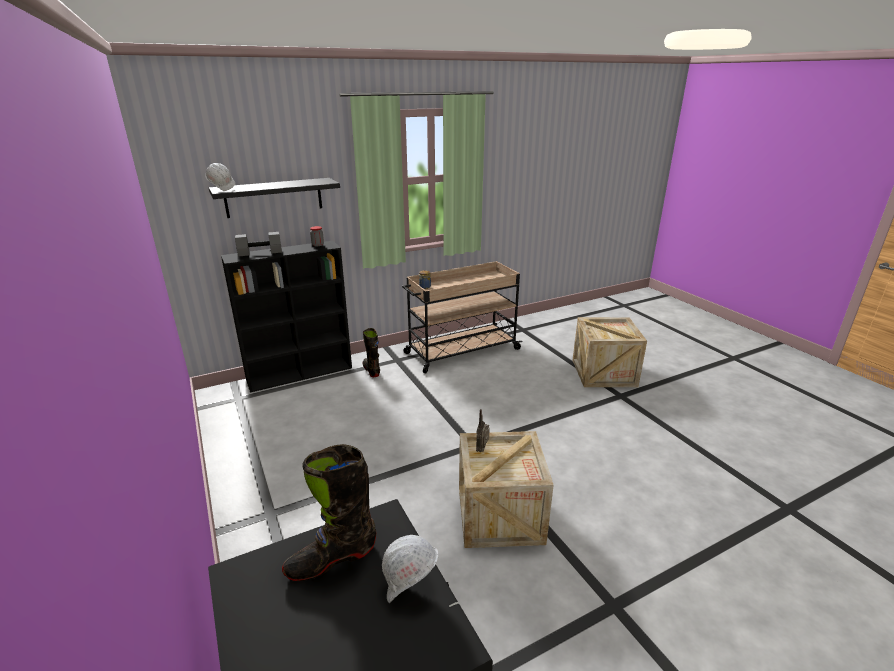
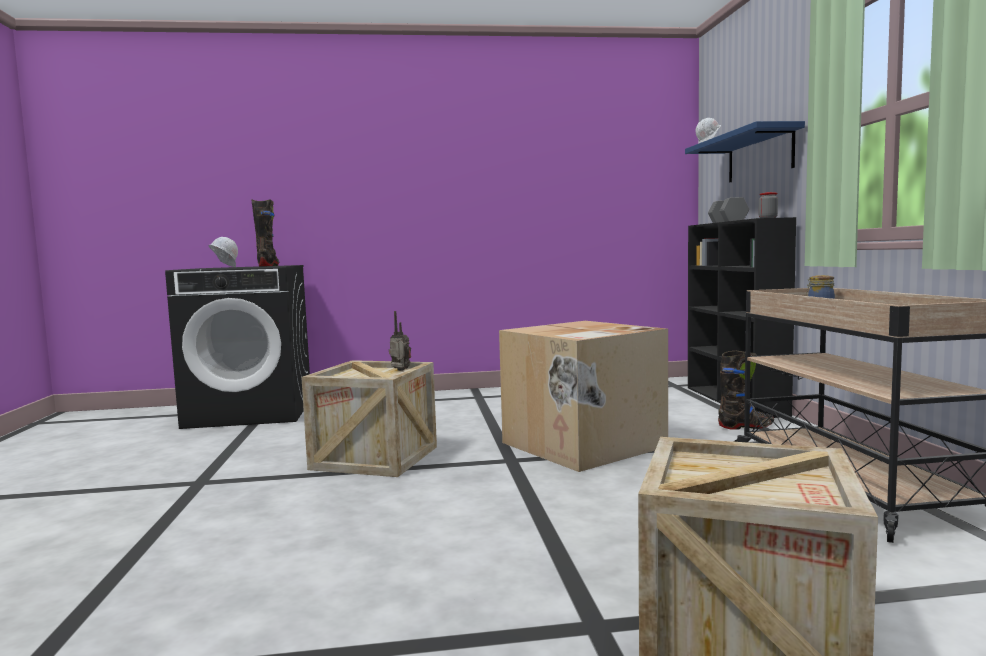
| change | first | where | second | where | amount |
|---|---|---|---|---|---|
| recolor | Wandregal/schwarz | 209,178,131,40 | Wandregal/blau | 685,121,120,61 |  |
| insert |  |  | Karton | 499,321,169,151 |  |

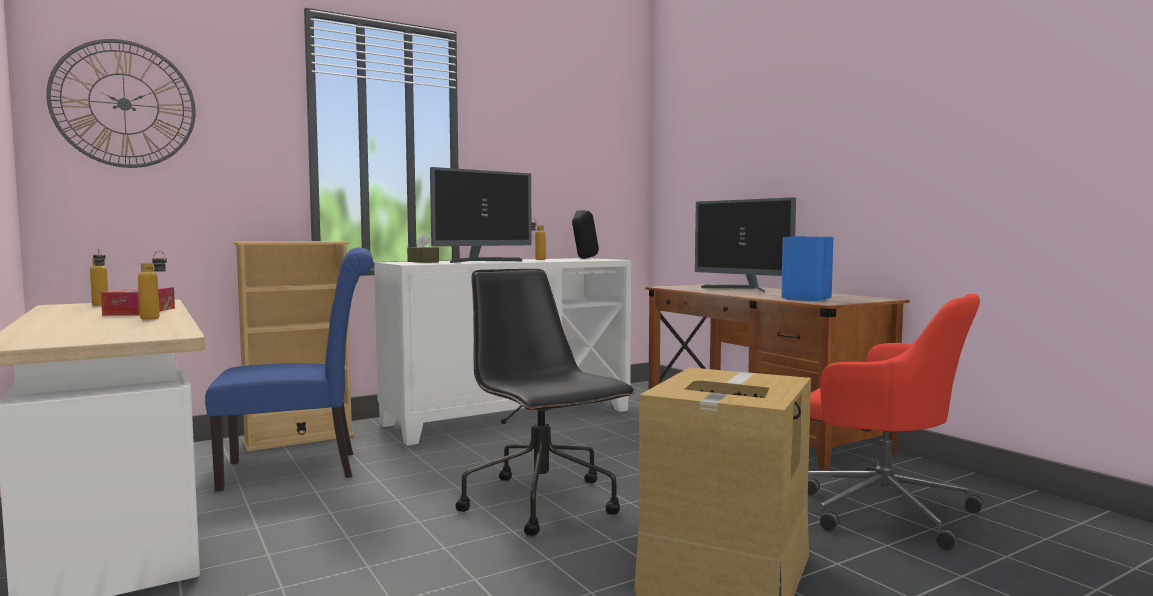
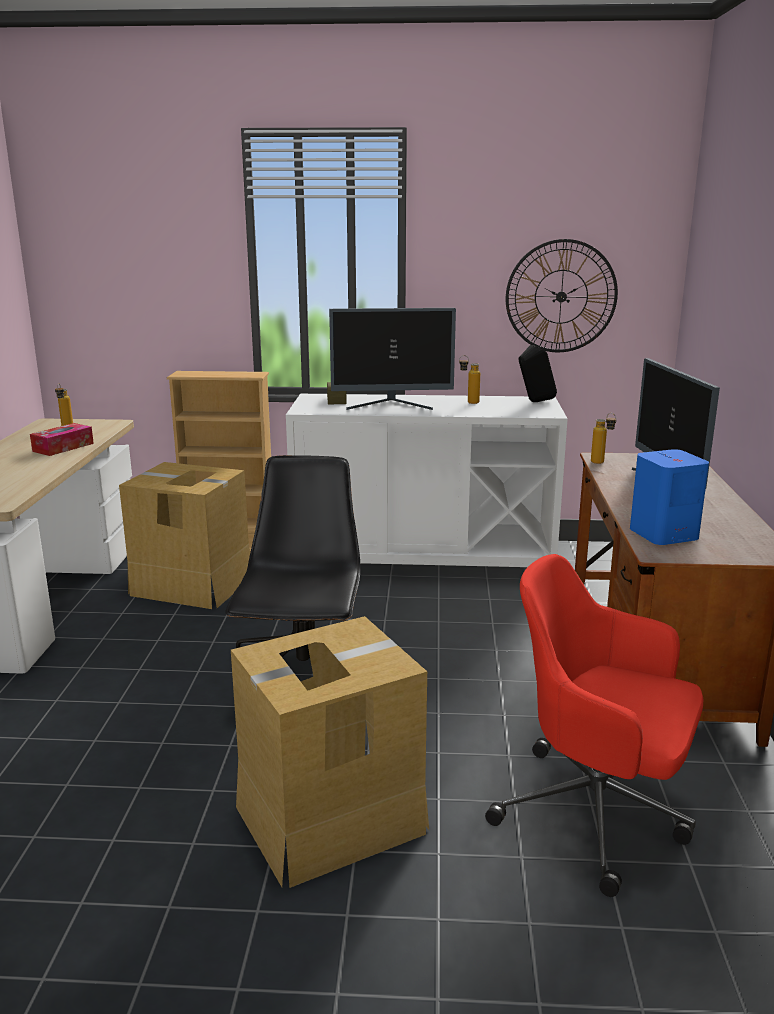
| change | first | where | second | where | amount |
|---|---|---|---|---|---|
| move | Wanduhr | 46,39,149,129 |  | 506,239,112,113 |  |
| replace | Stuhl/blau | 205,248,168,243 | Karton | 119,462,131,147 |  |
| move | Flasche | 138,251,29,69 |  | 591,413,25,51 |  |
| rotate | Bürostuhl/rot | 808,294,175,256 |  | 485,554,218,343 | 135 degrees clockwise |

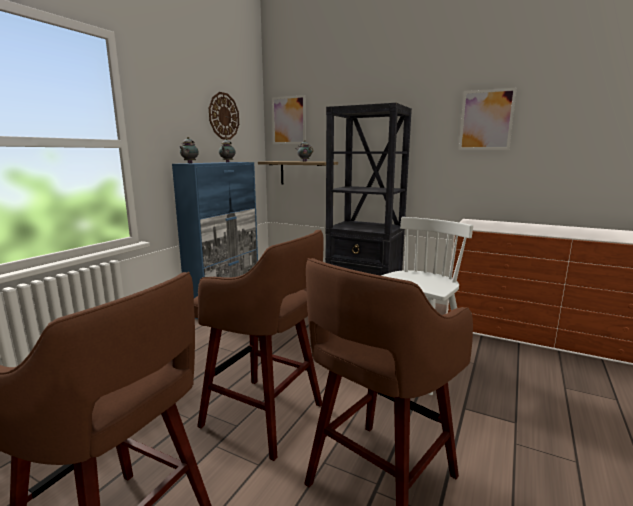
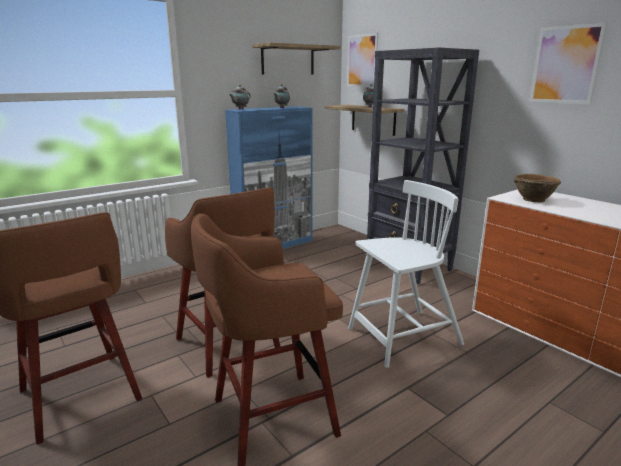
| change | first | where | second | where | amount |
|---|---|---|---|---|---|
| replace | Wanduhr | 209,92,30,48 | Wandregal | 252,42,89,32 |  |
| insert |  |  | Schüssel/braun | 514,174,47,28 |  |

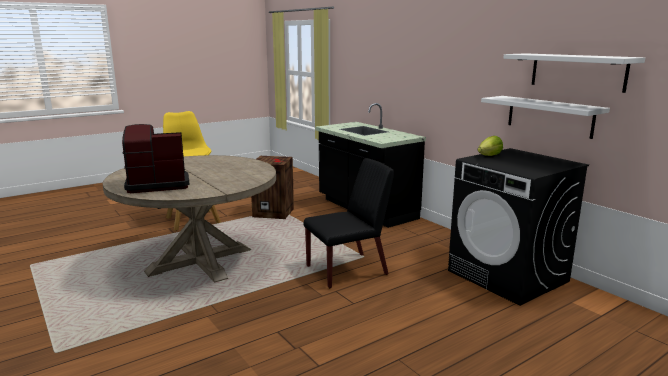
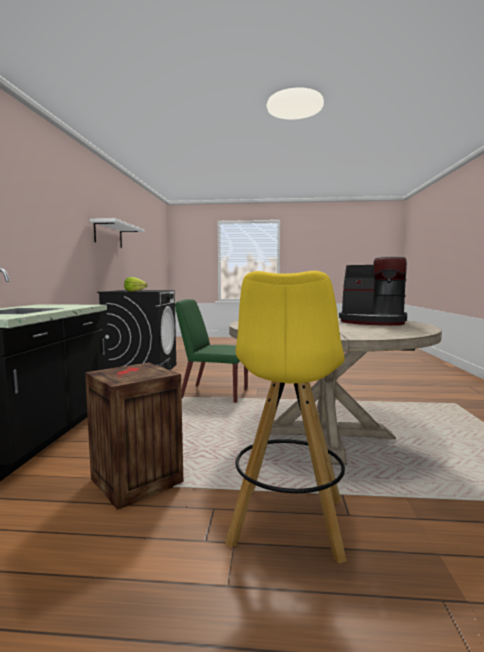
| change | first | where | second | where | amount |
|---|---|---|---|---|---|
| delete | Wandregal/weiß | 481,96,129,43 |  |  |  |
| recolor | Stuhl/schwarz | 304,158,90,130 | Stuhl/grün | 175,299,73,104 |  |

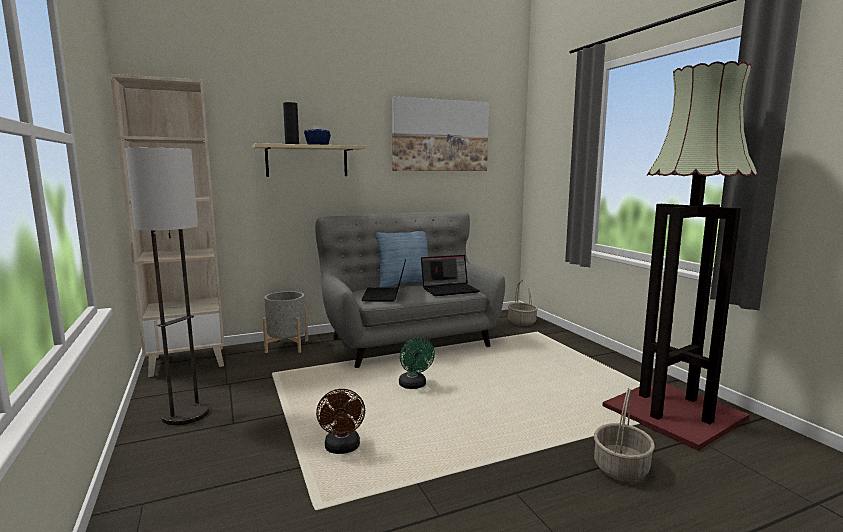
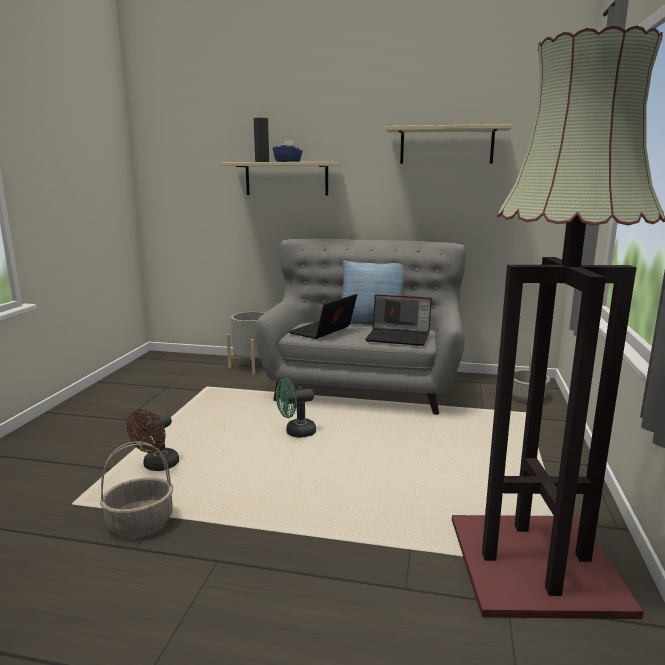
| change | first | where | second | where | amount |
|---|---|---|---|---|---|
| delete | Bücherregal/beige | 110,74,114,303 |  |  |  |
| replace | Bild | 392,96,97,75 | Wandregal/beige | 385,124,128,40 |  |
| delete | Stehlampe | 125,148,84,277 |  |  |  |
| rotate | Ventilator/grün | 399,337,36,52 |  | 276,378,40,60 | 60 degrees clockwise |
| move | Korb | 594,388,61,94 |  | 100,441,73,95 |  |

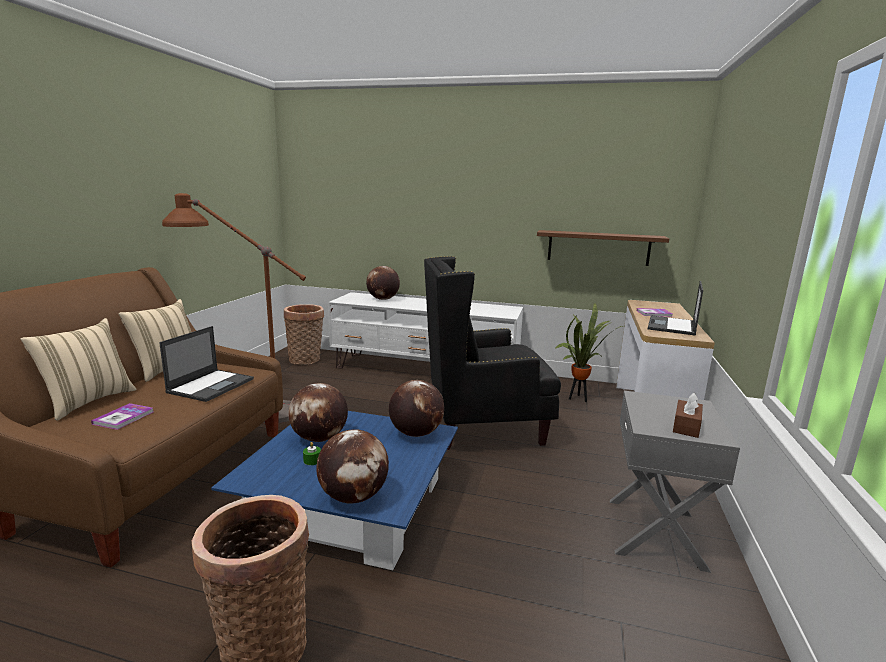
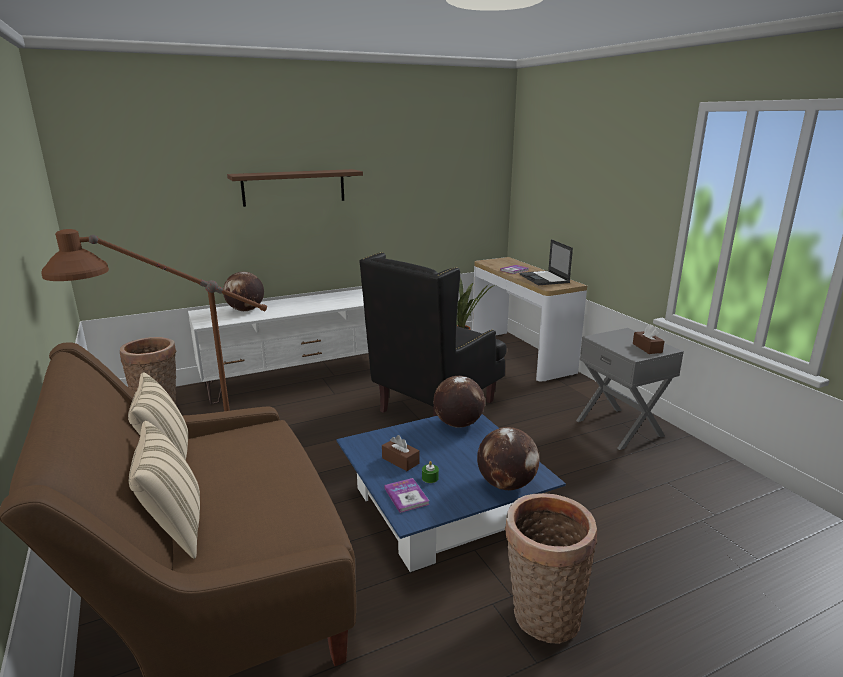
| change | first | where | second | where | amount |
|---|---|---|---|---|---|
| move | Wandregal/braun | 537,230,132,36 |  | 227,169,136,38 |  |
| delete | Laptop | 159,326,95,76 |  |  |  |
| replace | Globus | 288,383,60,59 | Taschentuchbox/braun | 382,435,38,36 |  |
| move | Buch | 91,403,62,27 |  | 384,478,45,35 |  |

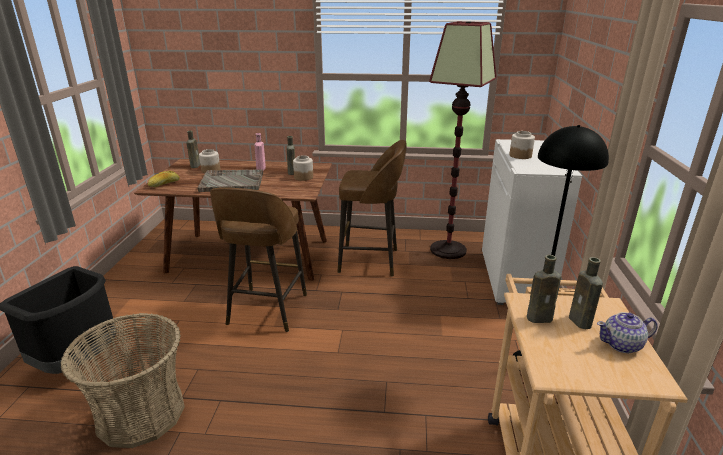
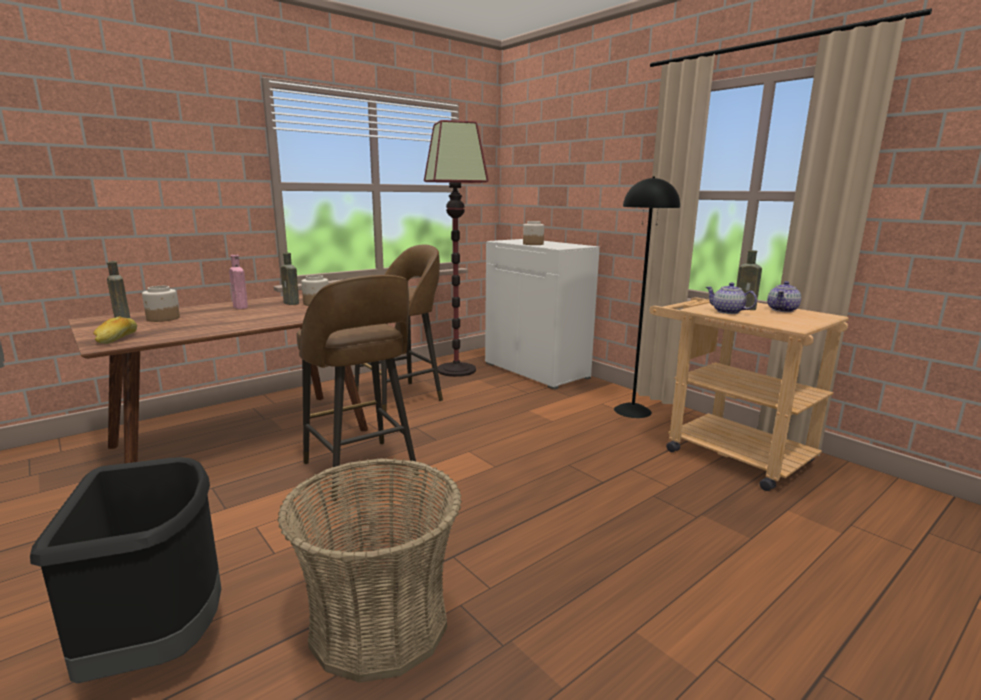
| change | first | where | second | where | amount |
|---|---|---|---|---|---|
| delete | Tablett/grau | 197,169,66,23 |  |  |  |
| replace | Flasche/braun | 527,255,34,68 | Teekanne | 706,282,51,32 |  |

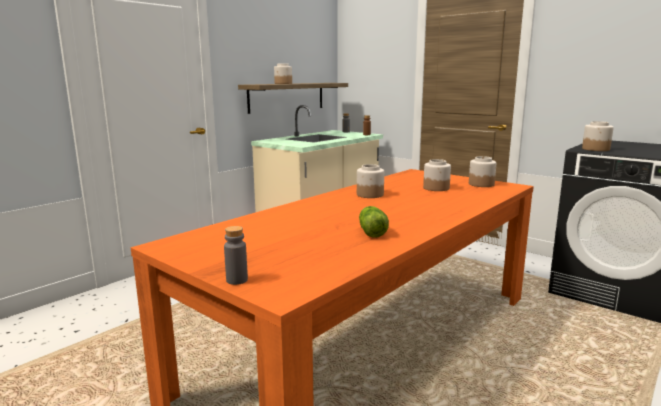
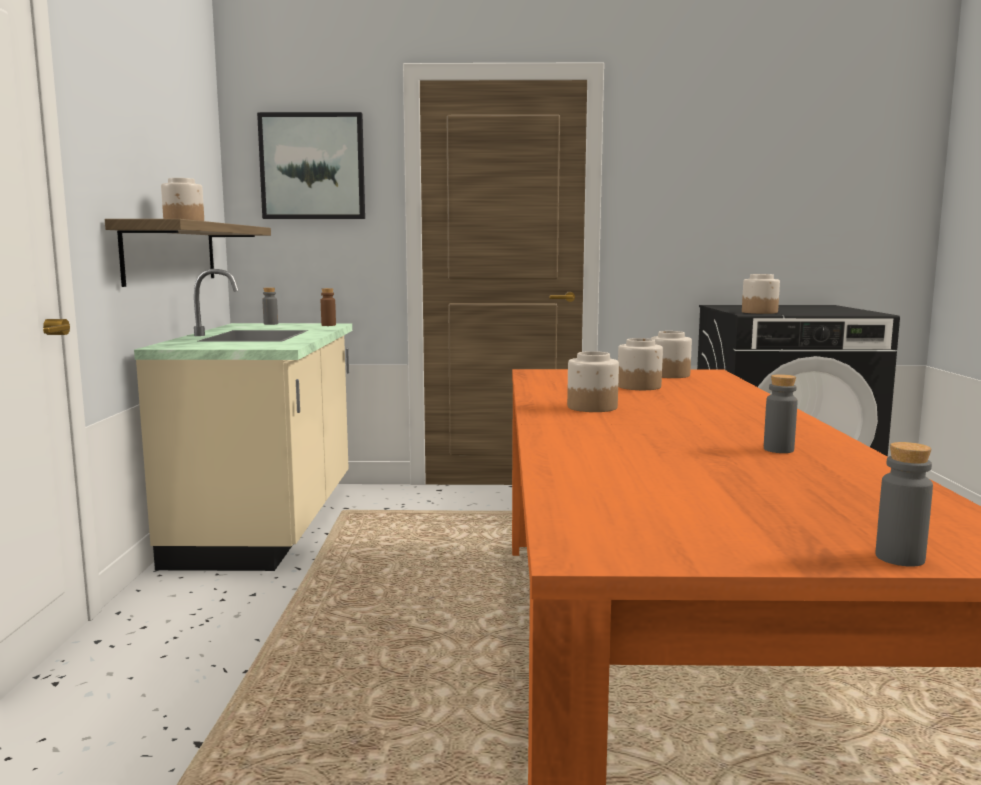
| change | first | where | second | where | amount |
|---|---|---|---|---|---|
| replace | Salatkopf | 359,206,30,32 | Flasche/grau | 764,374,34,79 |  |
| insert |  |  | Bild | 257,112,108,107 |  |

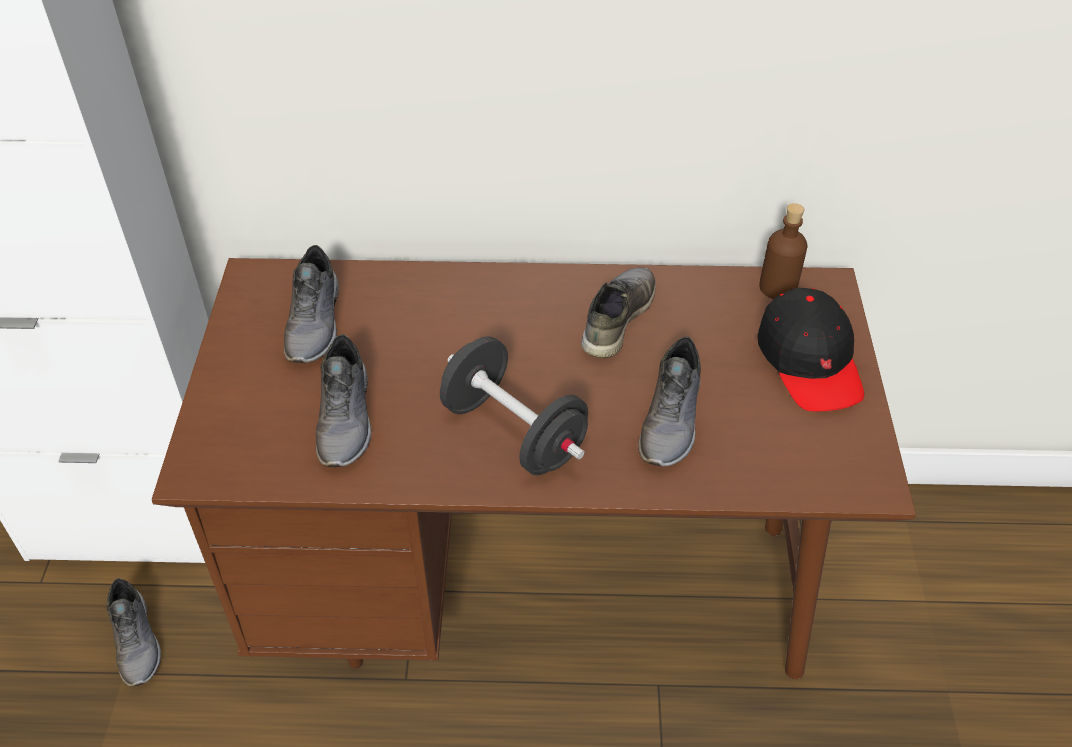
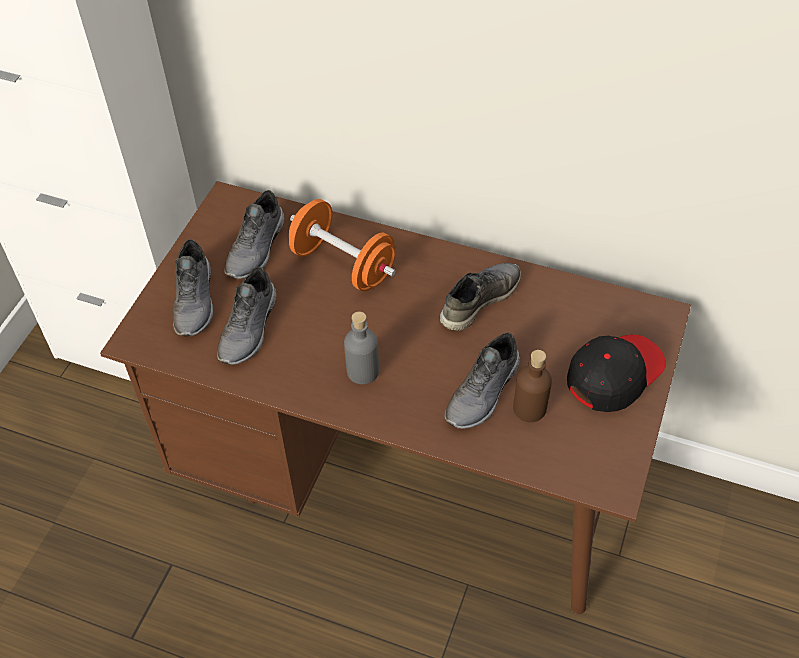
| change | first | where | second | where | amount |
|---|---|---|---|---|---|
| move | Flasche/braun | 759,203,48,96 |  | 513,350,39,72 |  |
| rotate | Kappe/schwarz | 757,288,107,123 |  | 567,334,99,78 | 135 degrees counterclockwise |
| replace | Hantel/schwarz | 440,336,148,139 | Flasche/grau | 344,312,35,72 |  |
| move | Schuh/grau | 107,578,54,109 |  | 172,239,41,98 |  |
| insert |  |  | Hantel/orange | 289,199,107,93 |  |

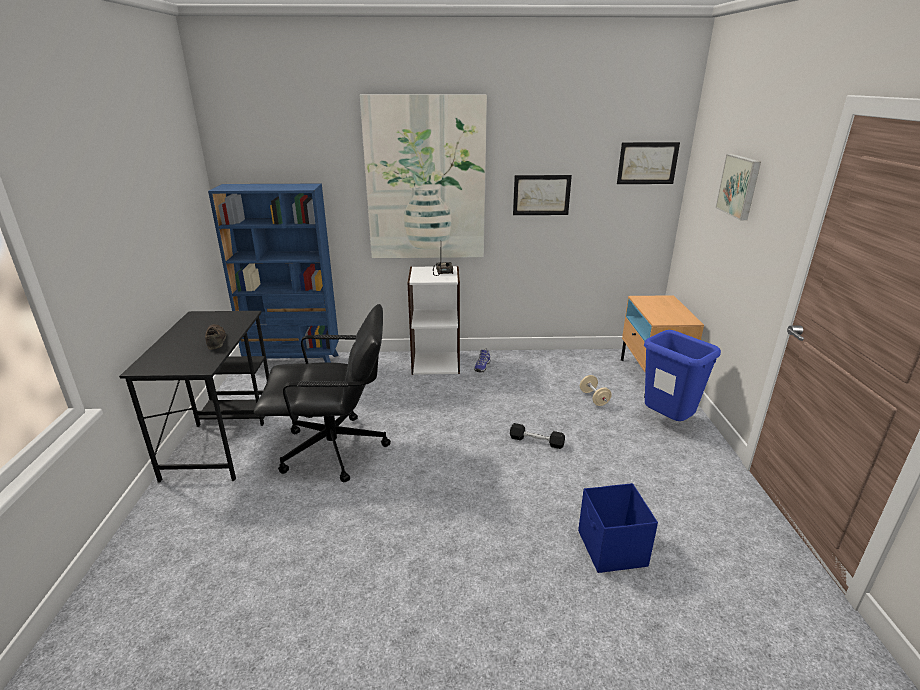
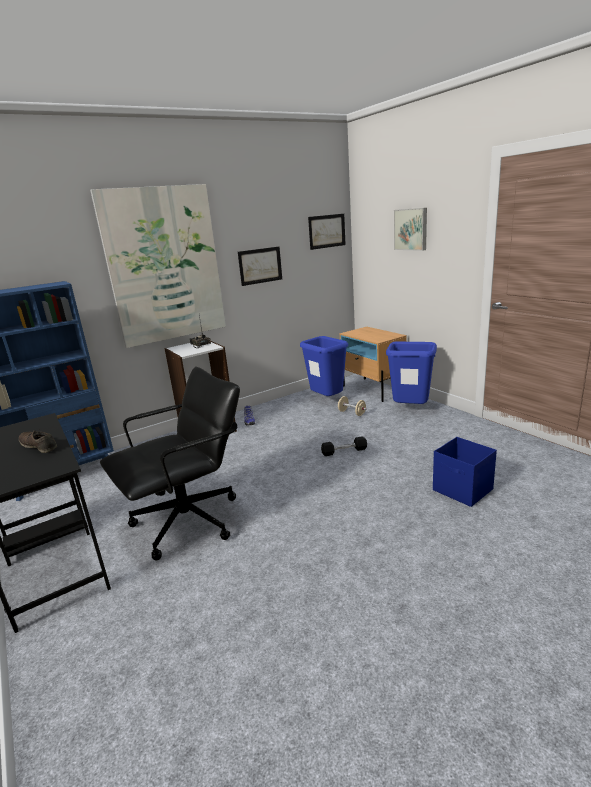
| change | first | where | second | where | amount |
|---|---|---|---|---|---|
| insert |  |  | Mülleimer/blau | 300,336,48,60 |  |

